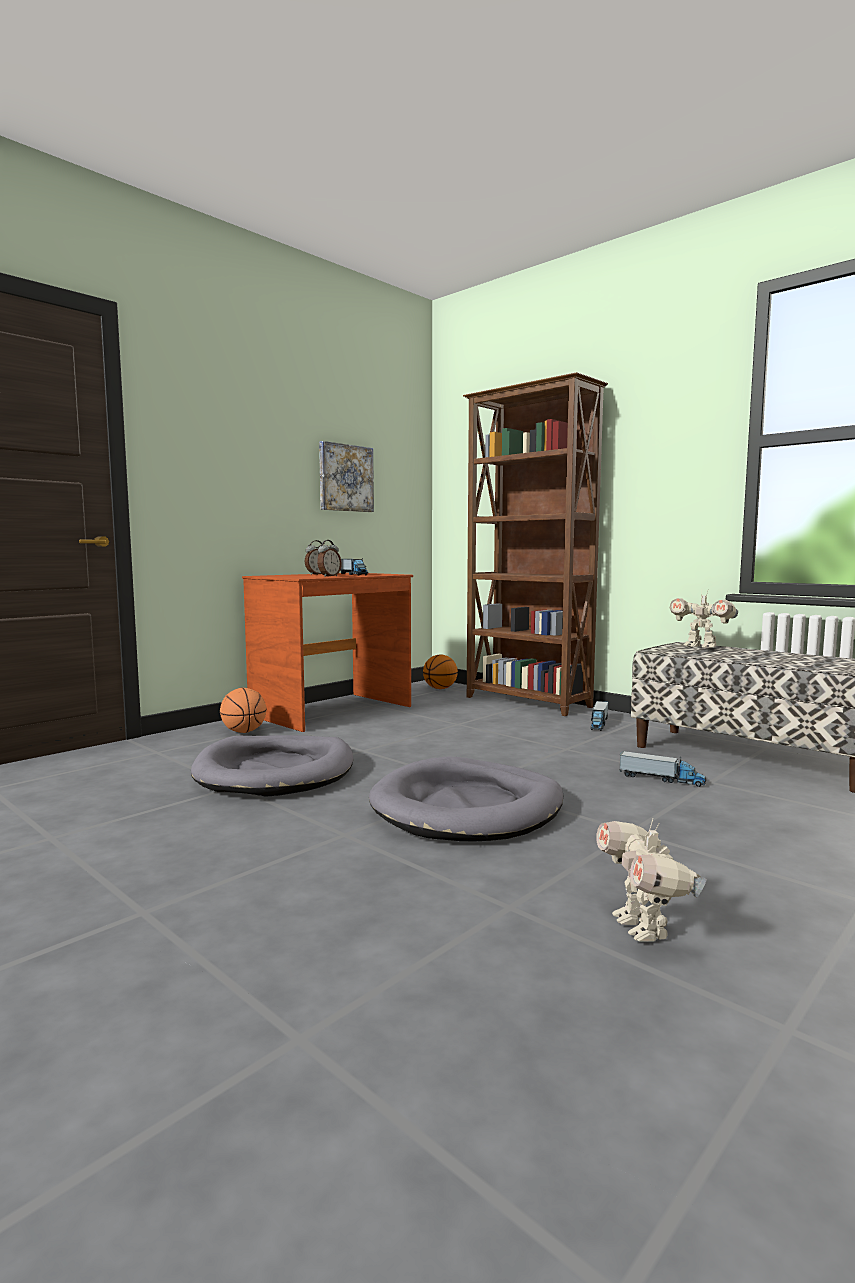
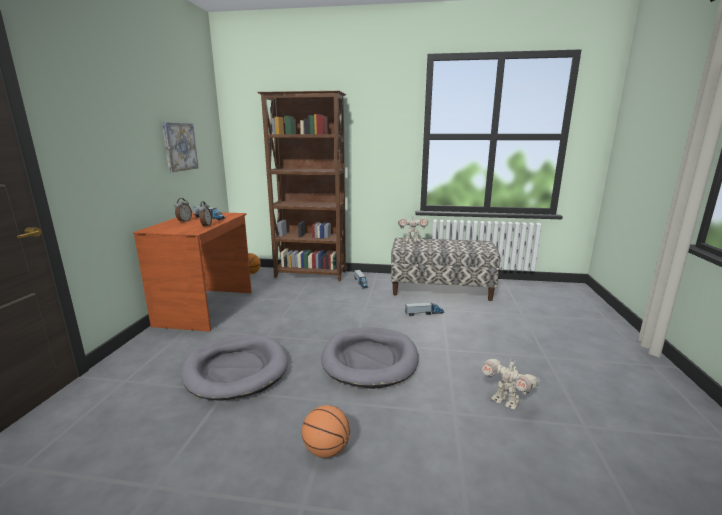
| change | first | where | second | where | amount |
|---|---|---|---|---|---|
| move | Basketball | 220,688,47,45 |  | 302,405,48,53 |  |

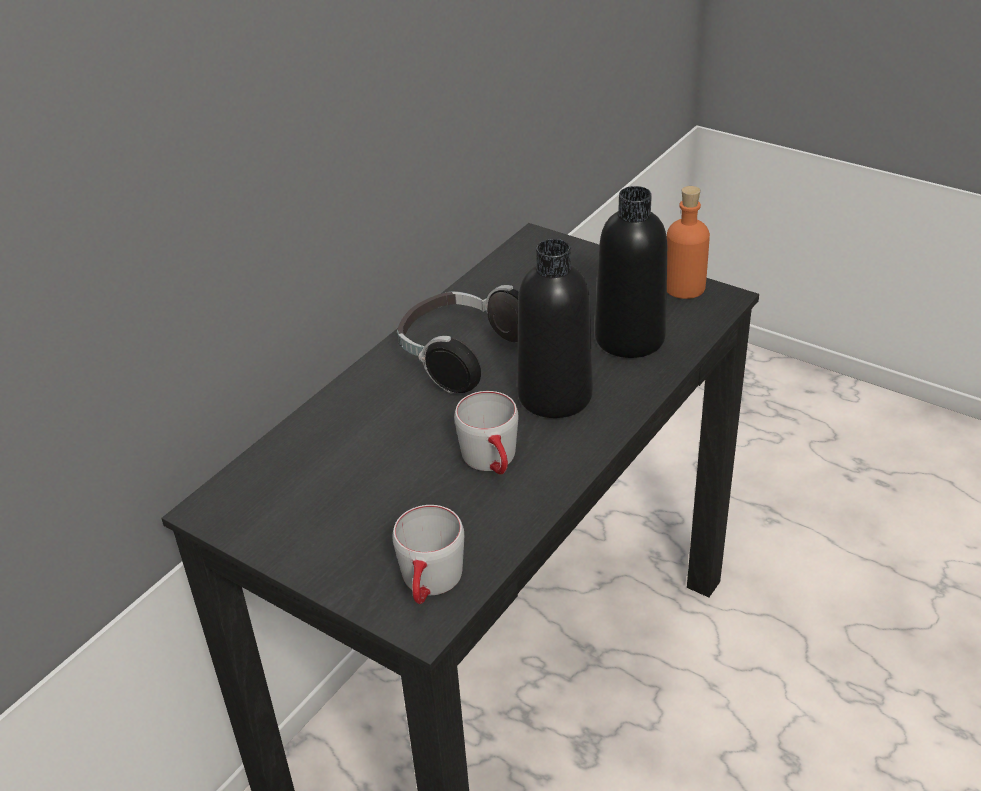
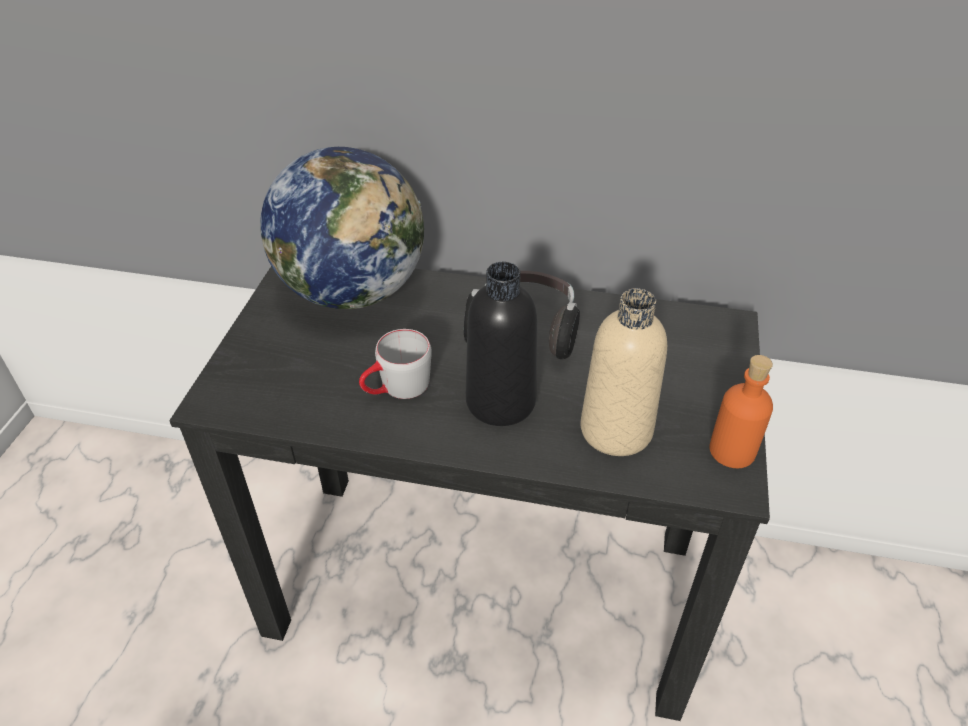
| change | first | where | second | where | amount |
|---|---|---|---|---|---|
| recolor | Flasche/schwarz | 595,186,72,172 | Flasche/beige | 580,288,87,168 |  |
| delete | Henkelbecher/grau | 392,505,72,99 |  |  |  |
| insert |  |  | Globus | 260,147,164,162 |  |

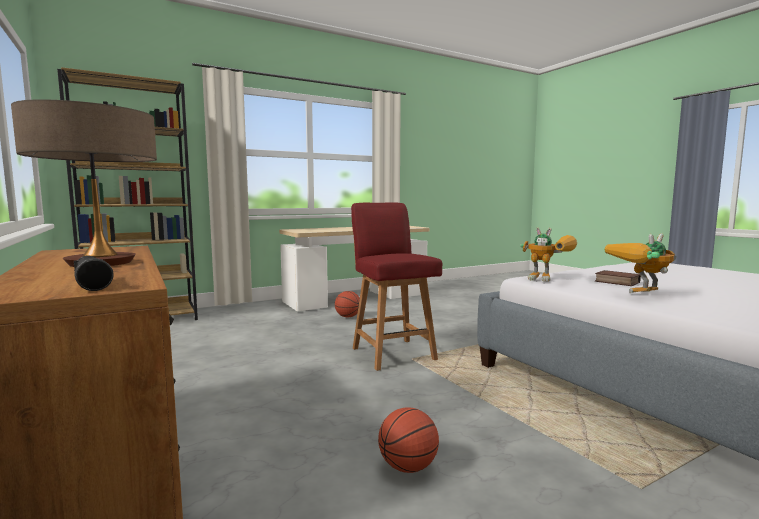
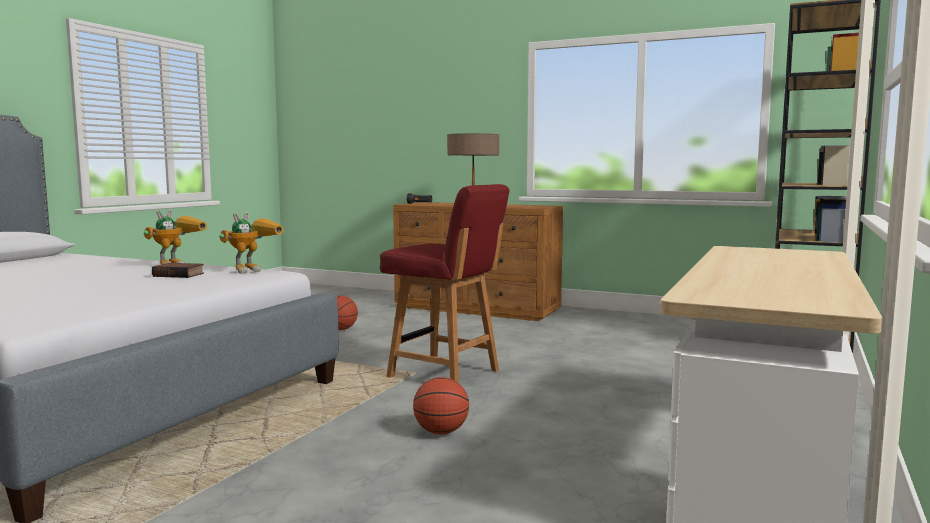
| change | first | where | second | where | amount |
|---|---|---|---|---|---|
| rotate | Spielzeugroboter | 520,227,57,55 |  | 219,212,65,62 | 135 degrees clockwise |
| move | Basketball | 335,291,25,27 |  | 413,377,56,57 |  |

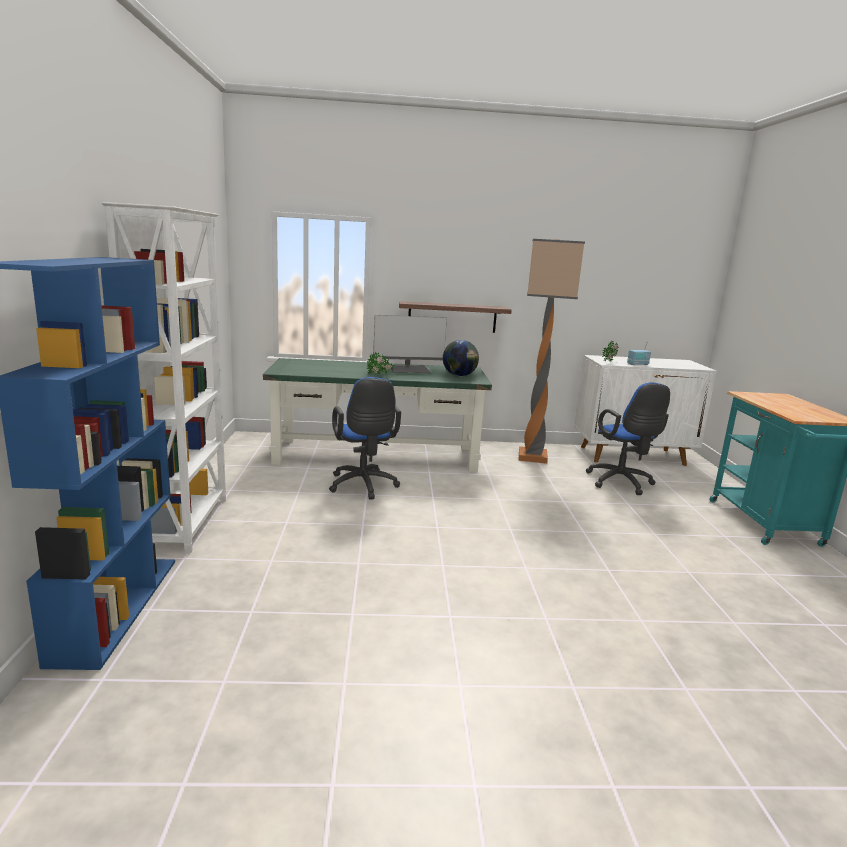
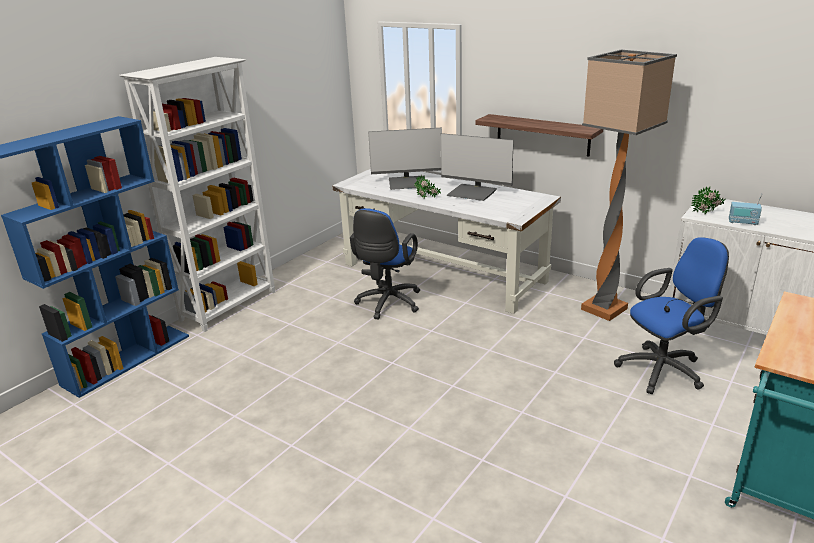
| change | first | where | second | where | amount |
|---|---|---|---|---|---|
| delete | Globus | 443,340,36,36 |  |  |  |
| recolor | Schreibtisch/grün | 263,358,229,114 | Schreibtisch/weiß | 332,169,229,145 |  |
| rotate | Bürostuhl/blau | 586,383,84,112 |  | 614,237,115,157 | 135 degrees counterclockwise |
| insert |  |  | Monitor | 368,127,74,63 |  |

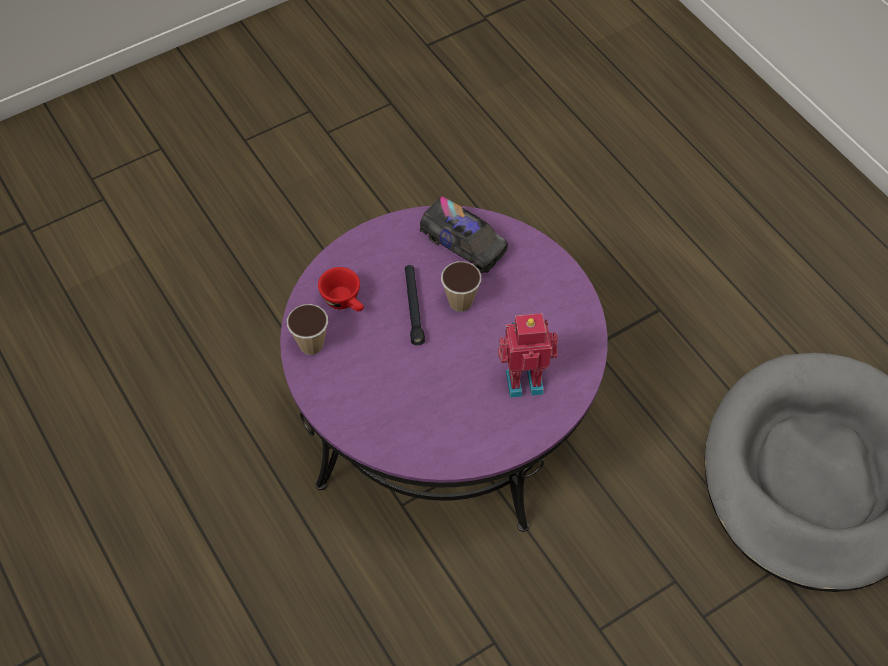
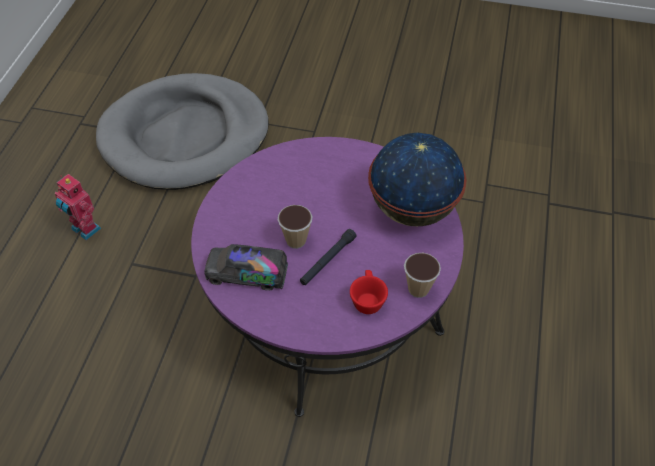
| change | first | where | second | where | amount |
|---|---|---|---|---|---|
| rotate | Spielzeuglaster | 419,196,89,77 |  | 204,244,84,46 | 75 degrees counterclockwise |
| move | Spielzeugroboter | 498,313,60,85 |  | 55,174,46,66 |  |
| insert |  |  | Globus | 368,133,99,93 |  |

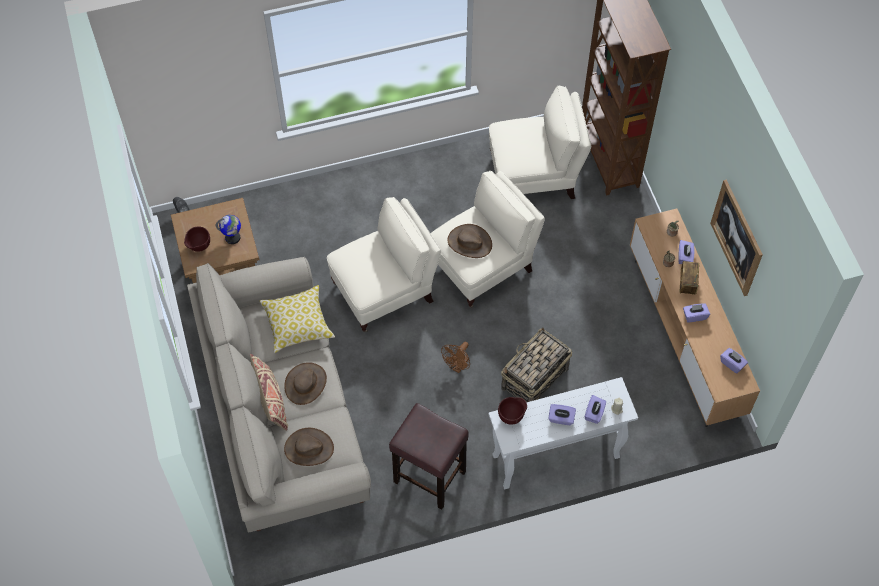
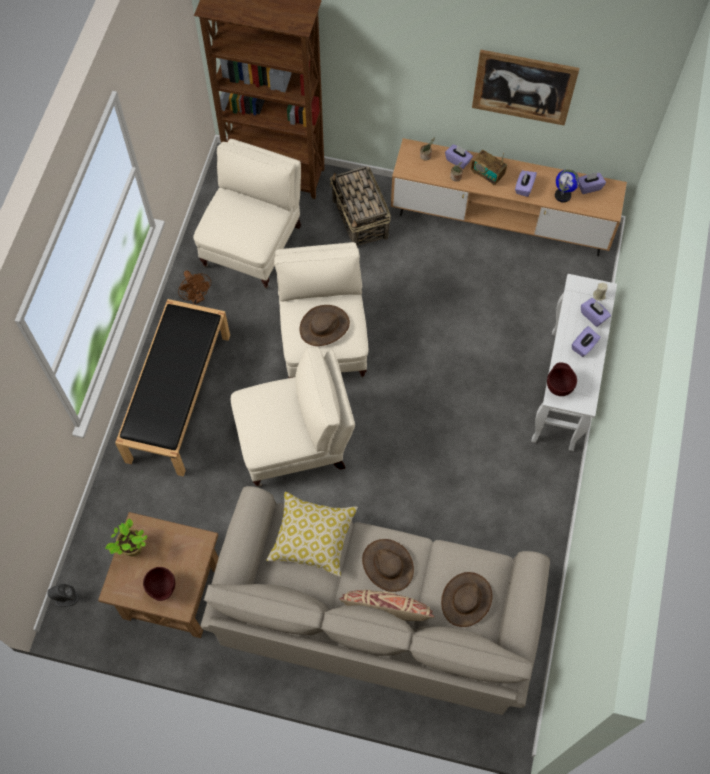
| change | first | where | second | where | amount |
|---|---|---|---|---|---|
| rotate | Sessel/beige | 327,197,114,135 |  | 231,347,124,140 | 75 degrees clockwise |
| move | Globus | 216,215,25,29 |  | 555,169,24,34 |  |
| move | Korb | 501,328,71,74 |  | 330,166,61,80 |  |
| move | Ventilator/braun | 441,342,29,31 |  | 178,270,33,34 |  |
| delete | Hocker/braun | 389,403,80,107 |  |  |  |
| insert |  |  | Bank/schwarz | 115,299,115,178 |  |
| insert |  |  | Topfpflanze | 105,518,42,38 |  |

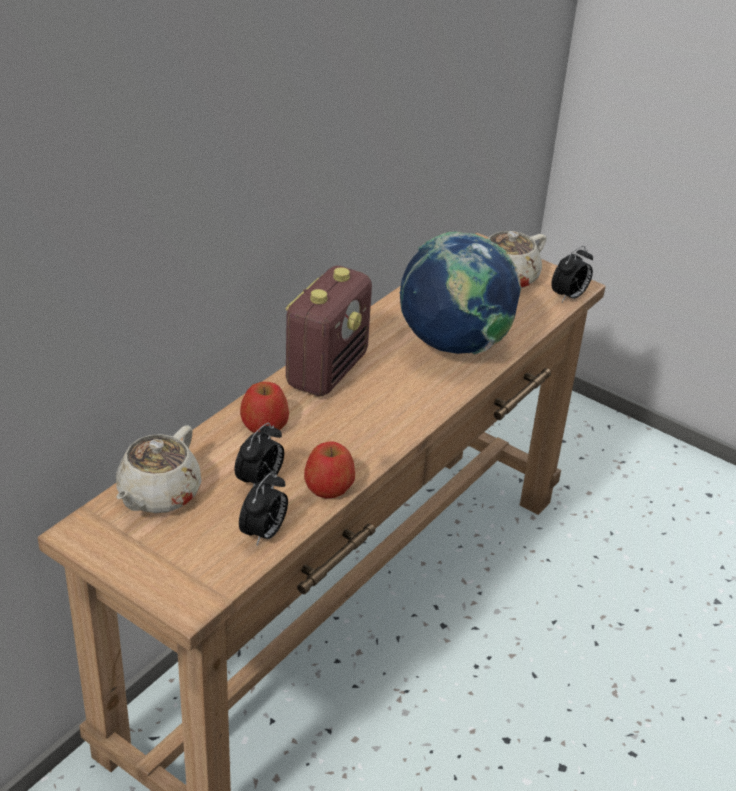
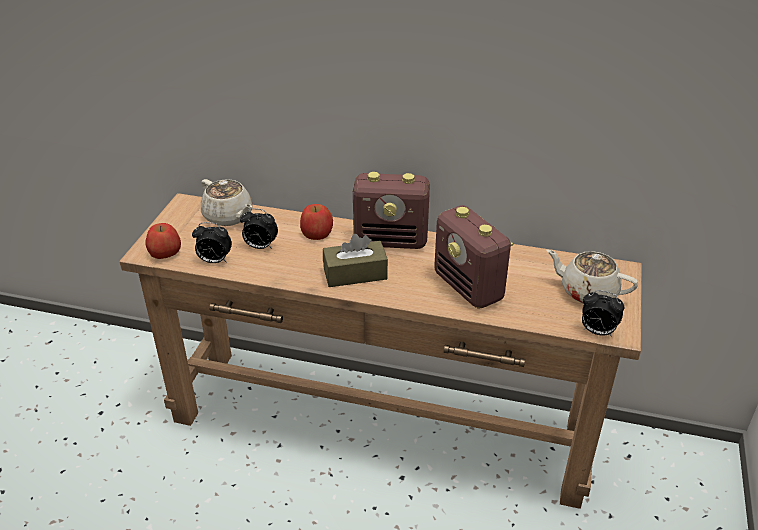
| change | first | where | second | where | amount |
|---|---|---|---|---|---|
| replace | Globus | 400,231,121,124 | Radio | 434,205,80,104 |  |
| rotate | Teekanne/beige | 116,425,85,88 |  | 201,179,52,47 | 135 degrees counterclockwise |
| move | Apfel | 304,442,51,56 |  | 146,223,35,36 |  |
| insert |  |  | Taschentuchbox/braun | 323,234,65,53 |  |

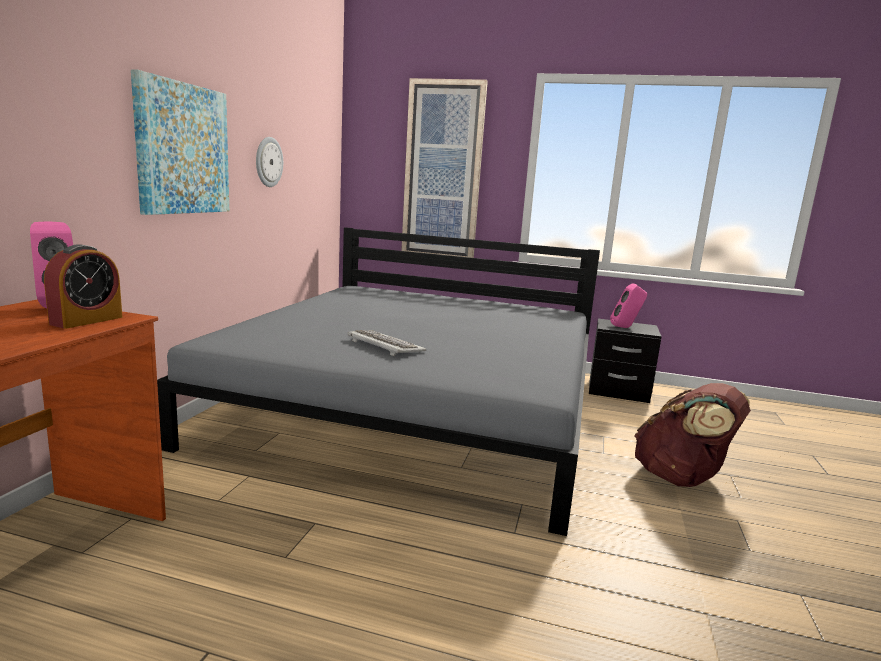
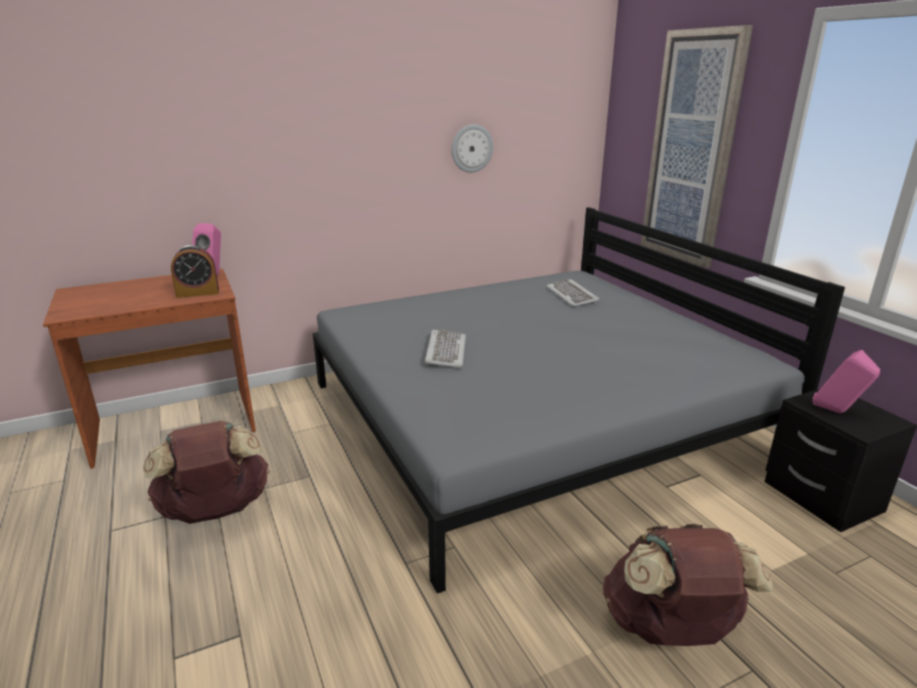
| change | first | where | second | where | amount |
|---|---|---|---|---|---|
| delete | Bild | 131,70,98,145 |  |  |  |
| insert |  |  | Tastatur | 546,279,54,28 |  |
| insert |  |  | Rucksack/braun | 143,421,126,103 |  |

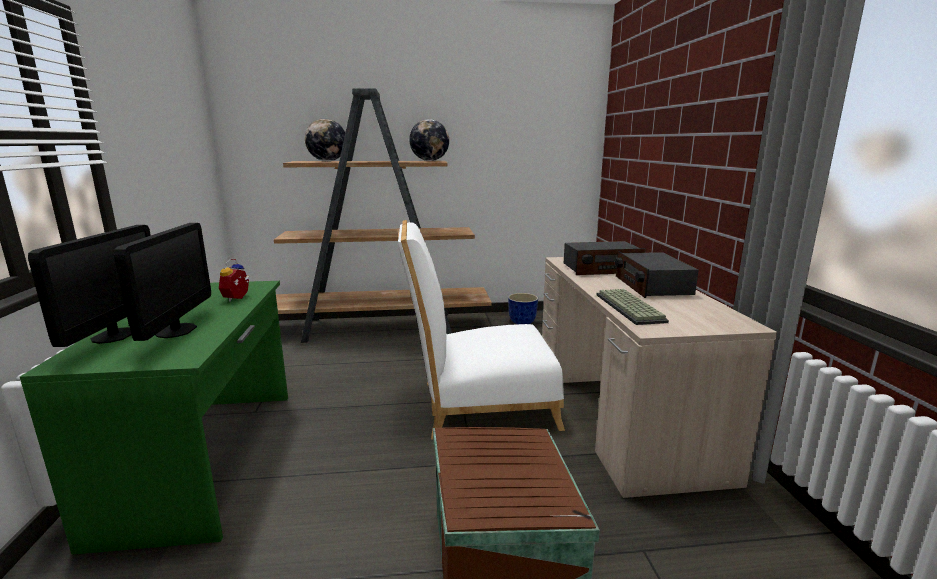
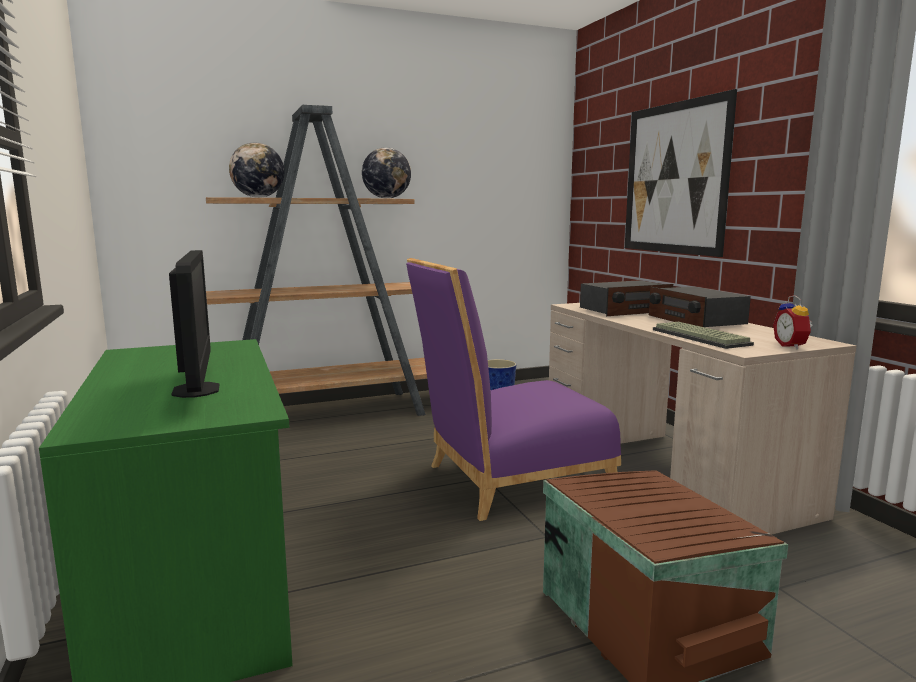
| change | first | where | second | where | amount |
|---|---|---|---|---|---|
| recolor | Stuhl/weiß | 398,220,167,219 | Stuhl/lila | 406,258,215,263 |  |
| delete | Monitor | 28,225,123,122 |  |  |  |
| move | Wecker | 219,259,30,43 |  | 773,295,39,54 |  |
| insert |  |  | Bild | 625,89,112,168 |  |

